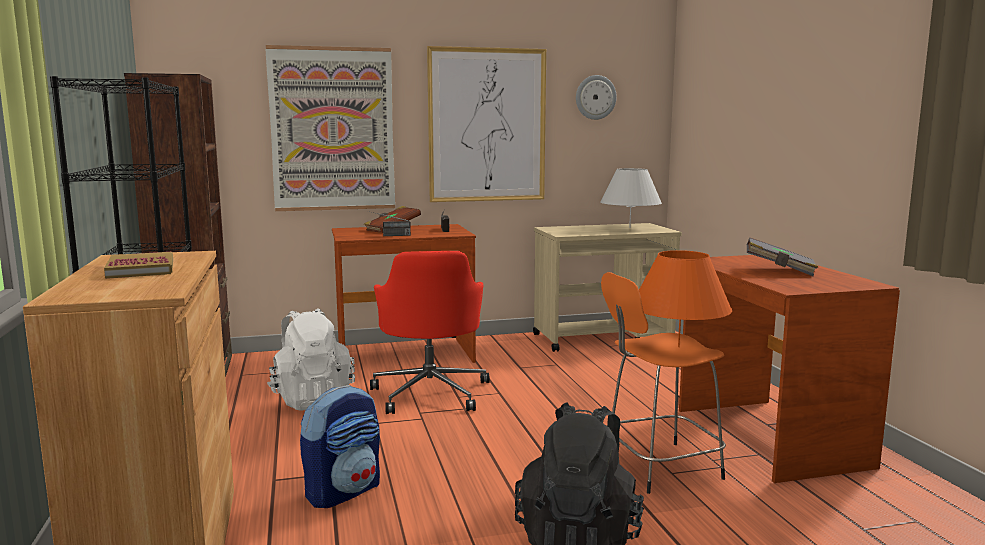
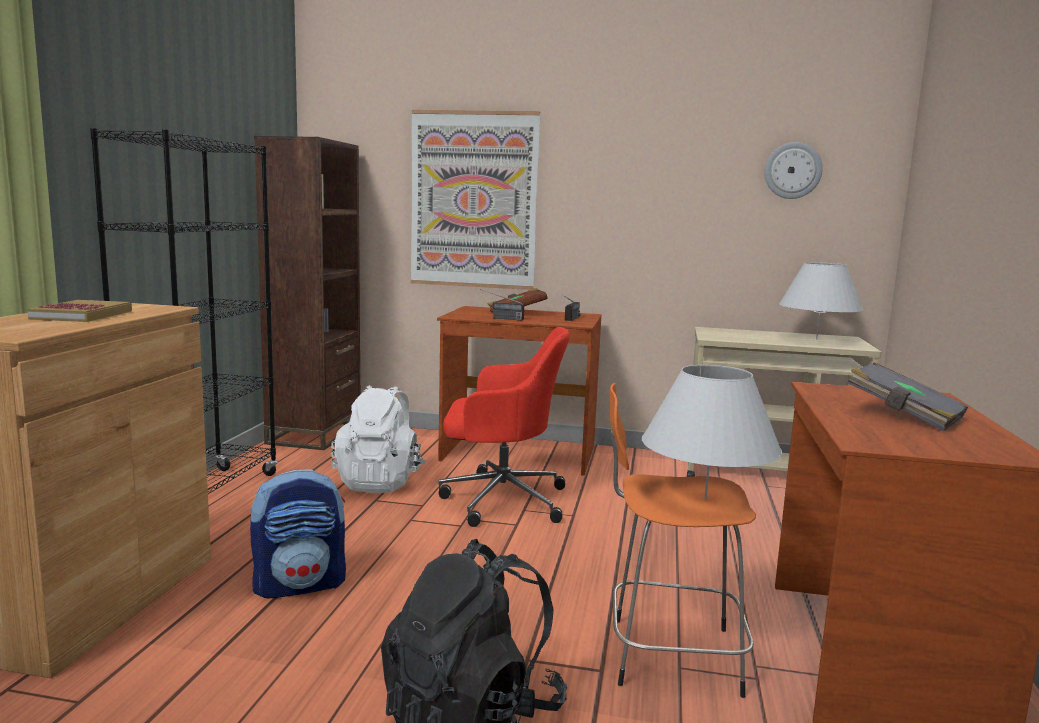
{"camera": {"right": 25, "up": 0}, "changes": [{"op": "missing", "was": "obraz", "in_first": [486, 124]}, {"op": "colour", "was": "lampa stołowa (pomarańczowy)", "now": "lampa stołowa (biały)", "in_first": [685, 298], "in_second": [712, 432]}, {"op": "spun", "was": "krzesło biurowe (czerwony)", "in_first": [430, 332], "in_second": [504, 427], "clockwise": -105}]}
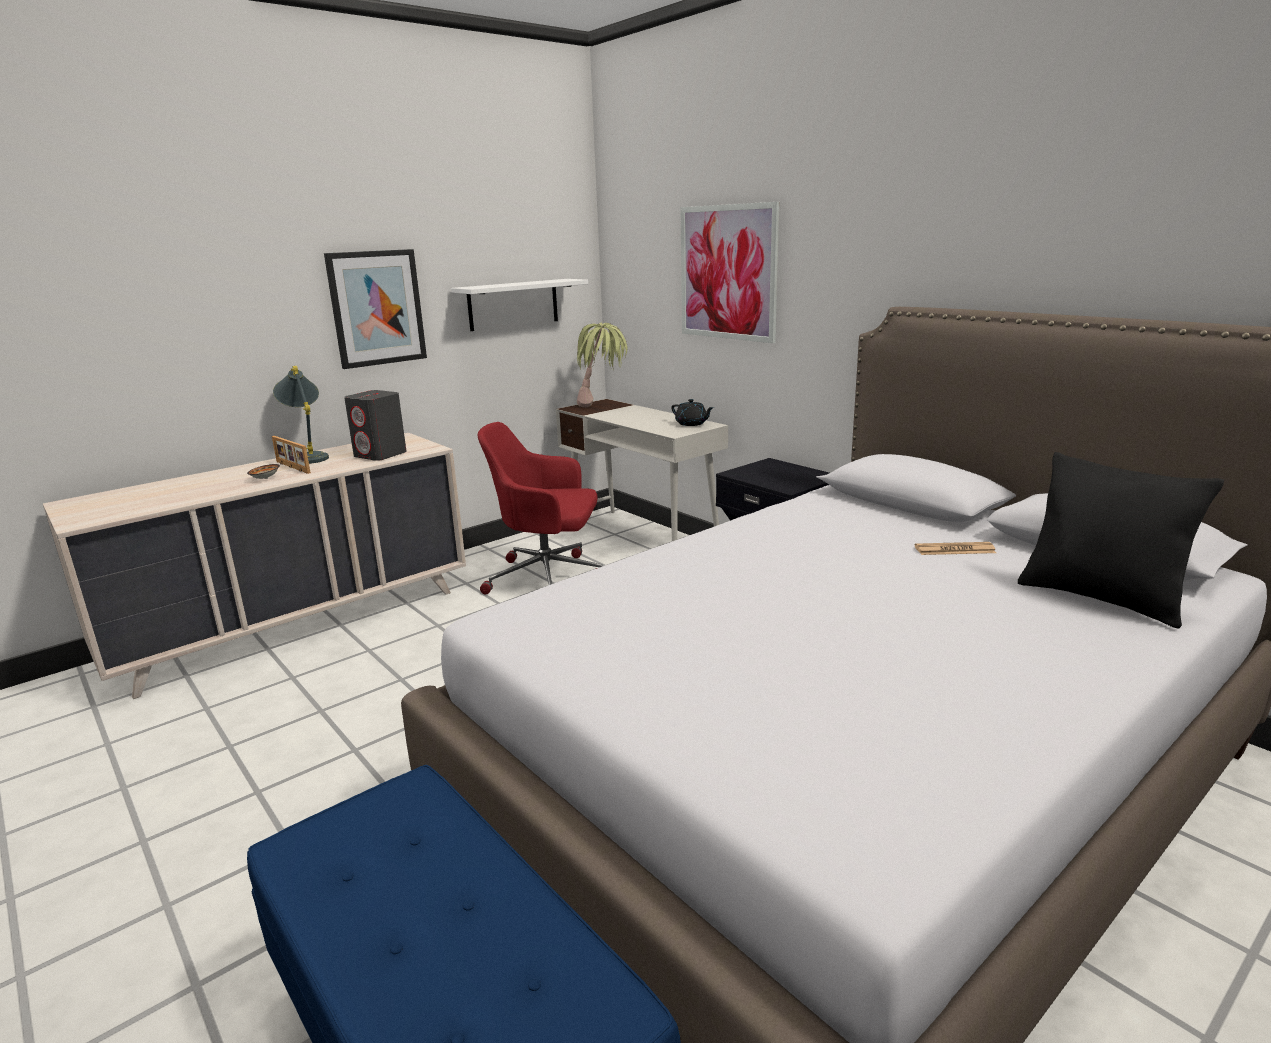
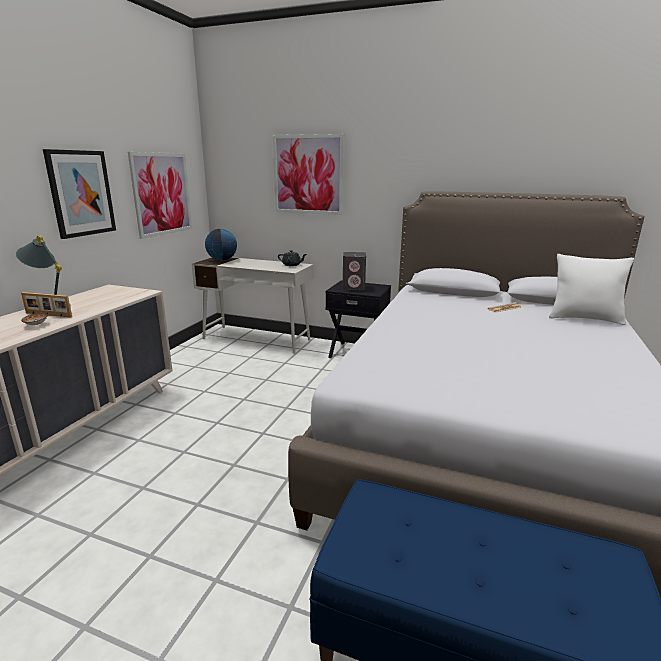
{"camera": {"right": -30, "up": 0}, "changes": [{"op": "missing", "was": "krzesło biurowe (czerwony)", "in_first": [540, 508]}, {"op": "relocated", "was": "głośnik (szary)", "in_first": [375, 425], "in_second": [354, 271]}, {"op": "exchanged", "was": "półka (biały)", "now": "obraz", "in_first": [519, 305], "in_second": [160, 195]}, {"op": "exchanged", "was": "roślina doniczkowa", "now": "globus", "in_first": [602, 365], "in_second": [221, 245]}, {"op": "colour", "was": "poduszka (czarny)", "now": "poduszka (biały)", "in_first": [1121, 540], "in_second": [591, 289]}]}
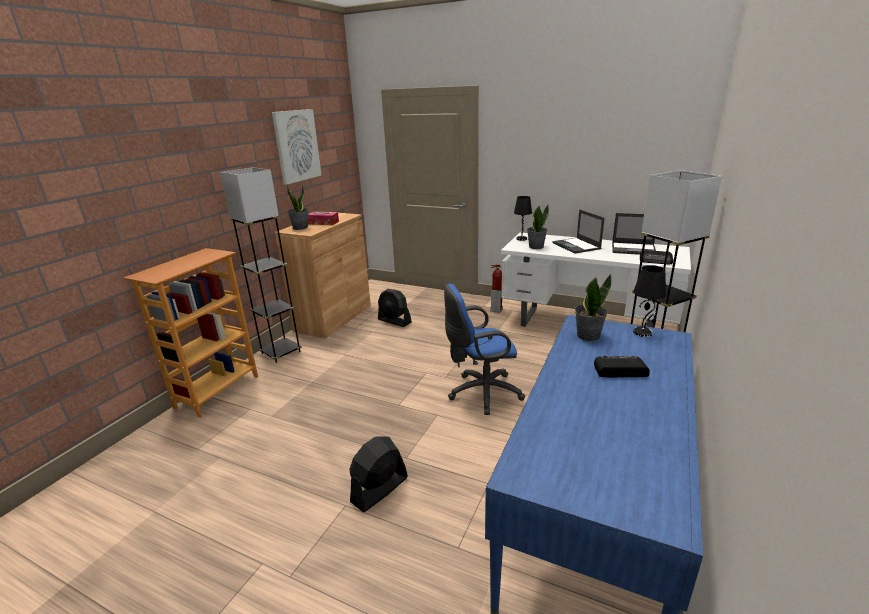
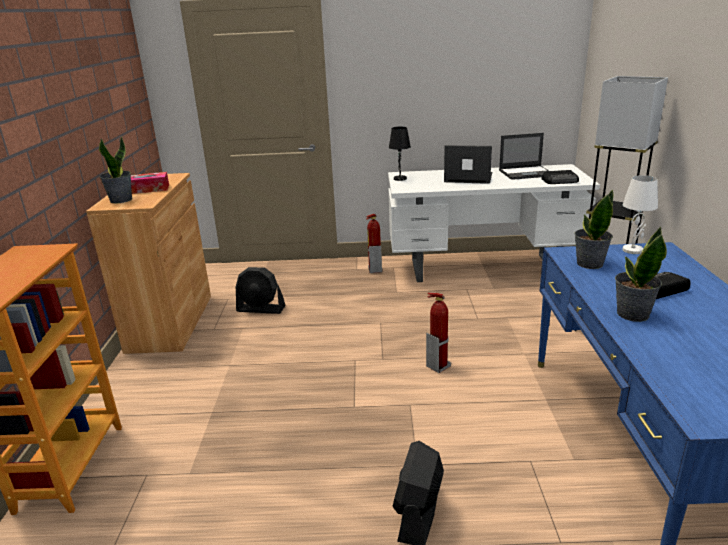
{"camera": {"right": -25, "up": 0}, "changes": [{"op": "missing", "was": "lampa stojąca (szary)", "in_first": [261, 265]}, {"op": "missing", "was": "obraz", "in_first": [297, 147]}, {"op": "relocated", "was": "roślina doniczkowa", "in_first": [538, 227], "in_second": [641, 274]}, {"op": "exchanged", "was": "krzesło biurowe (niebieski)", "now": "gaśnica", "in_first": [484, 349], "in_second": [438, 332]}, {"op": "colour", "was": "lampa stołowa (czarny)", "now": "lampa stołowa (biały)", "in_first": [649, 301], "in_second": [640, 214]}, {"op": "spun", "was": "laptop", "in_first": [579, 231], "in_second": [468, 164], "clockwise": 150}]}
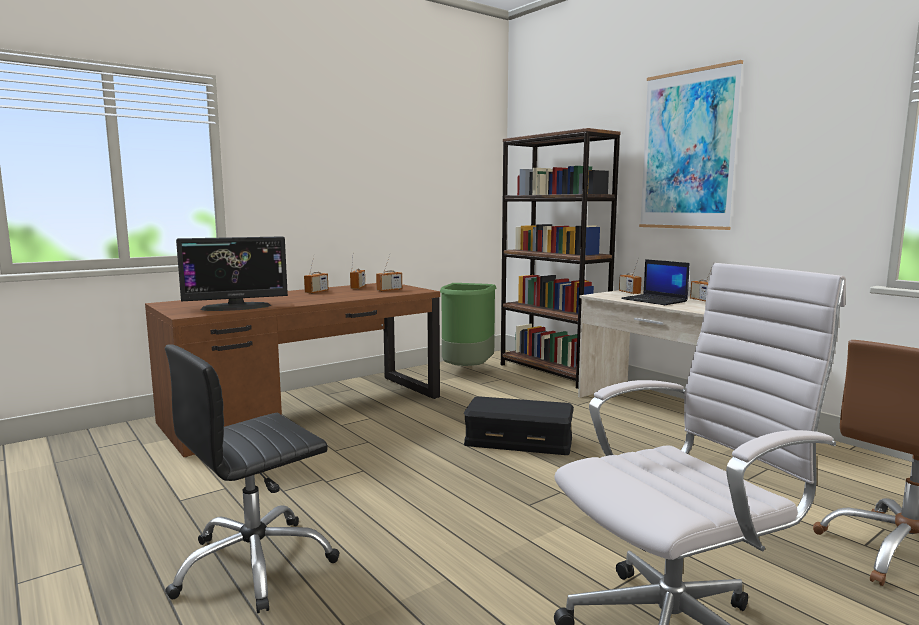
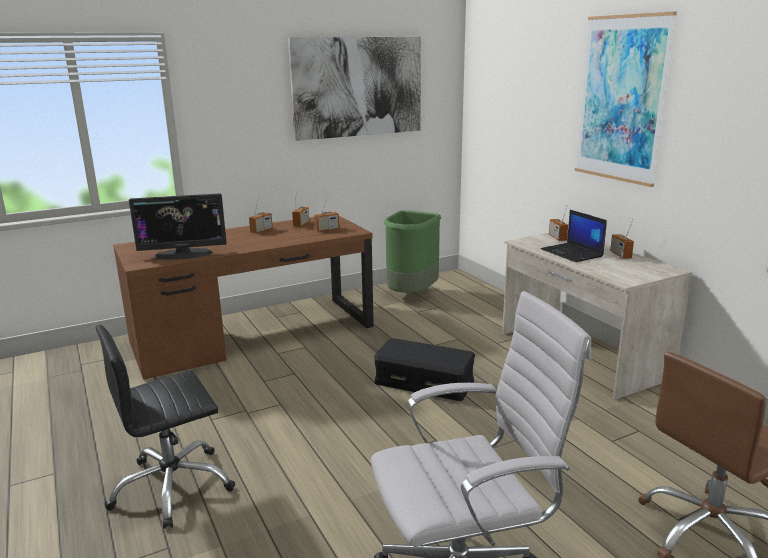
{"camera": {"right": 10, "up": 10}, "changes": [{"op": "missing", "was": "regał (brązowy)", "in_first": [561, 258]}, {"op": "appeared", "now": "obraz", "in_second": [354, 89]}]}
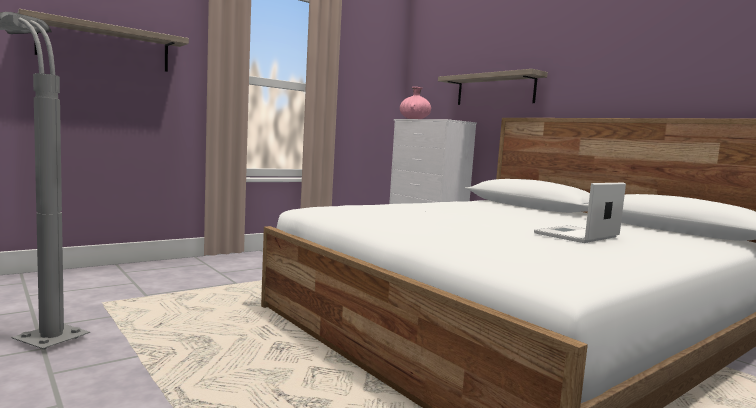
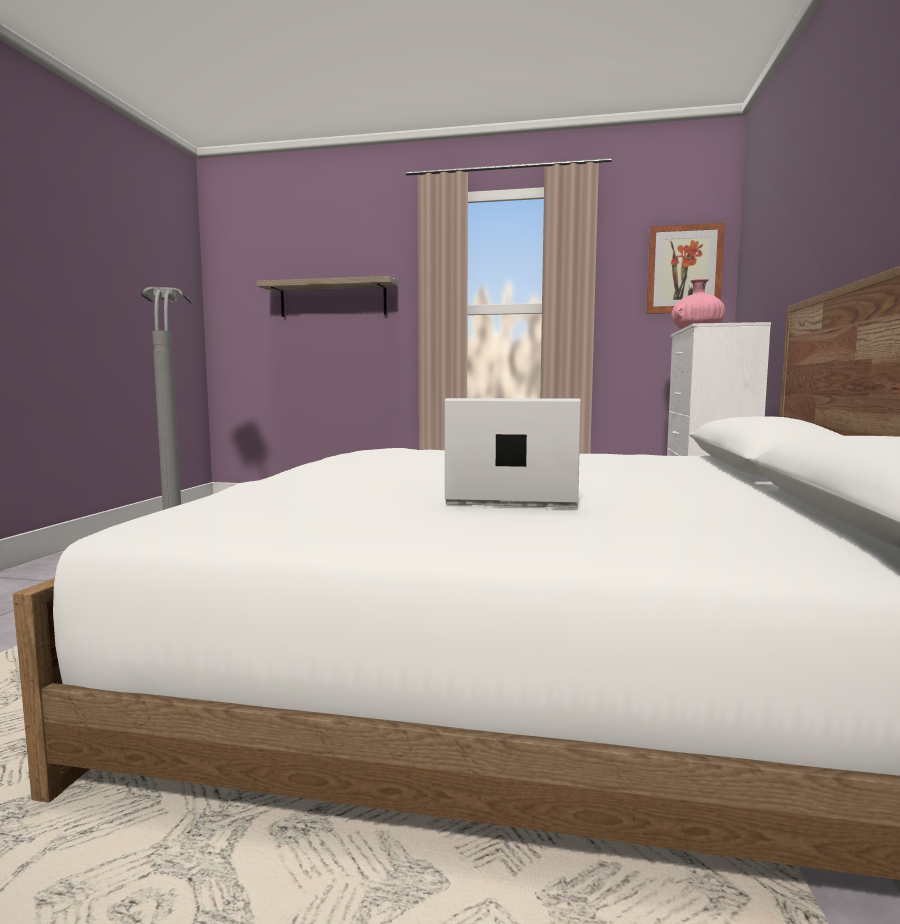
{"camera": {"right": 50, "up": 0}, "changes": [{"op": "missing", "was": "półka", "in_first": [493, 87]}, {"op": "appeared", "now": "obraz", "in_second": [685, 268]}]}
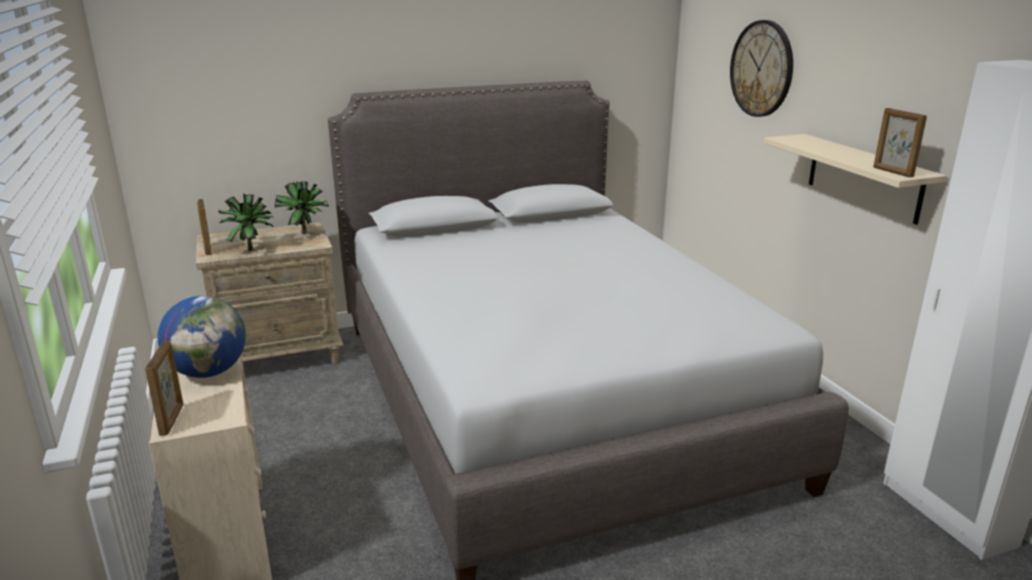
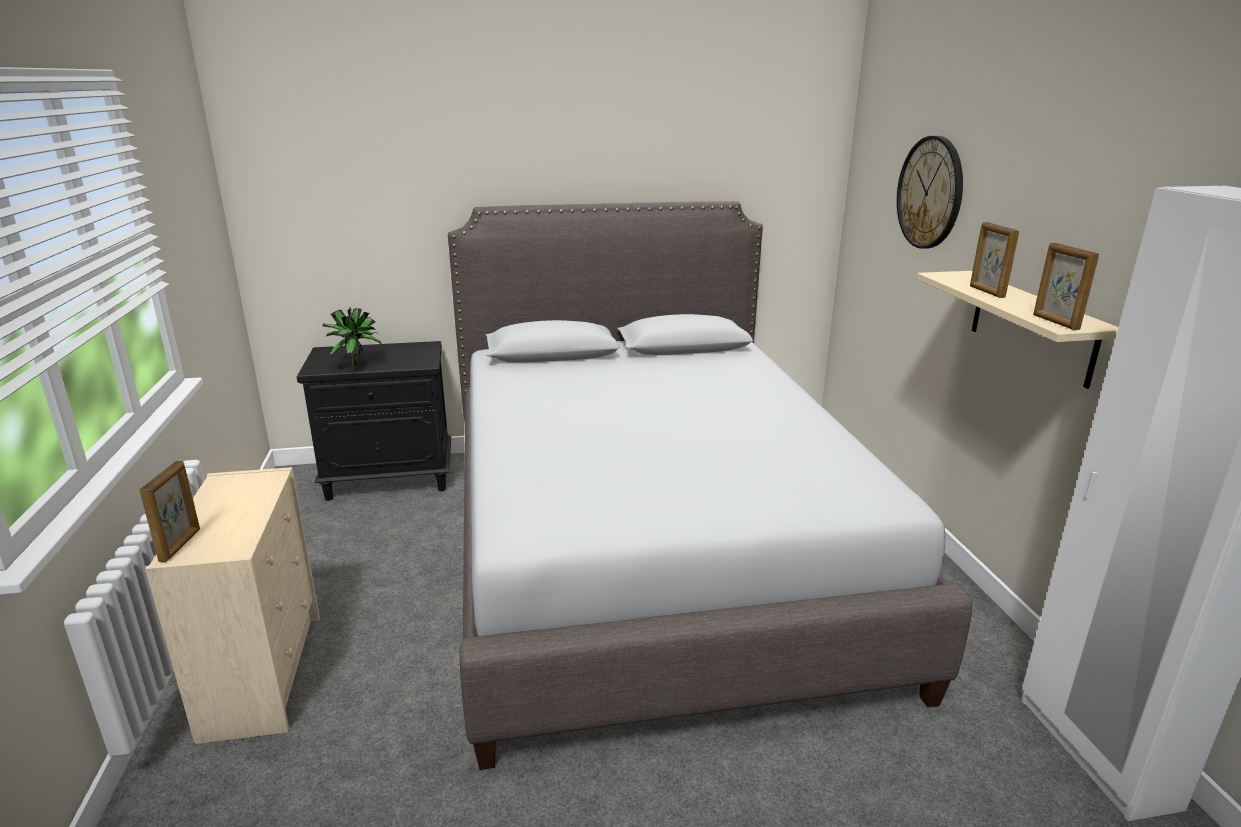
{"camera": {"right": 10, "up": 0}, "changes": [{"op": "missing", "was": "globus", "in_first": [201, 337]}, {"op": "missing", "was": "roślina doniczkowa", "in_first": [302, 207]}, {"op": "relocated", "was": "ramka na zdjęcie", "in_first": [204, 227], "in_second": [994, 260]}, {"op": "colour", "was": "szafka nocna (beżowy)", "now": "szafka nocna (czarny)", "in_first": [270, 293], "in_second": [374, 421]}]}
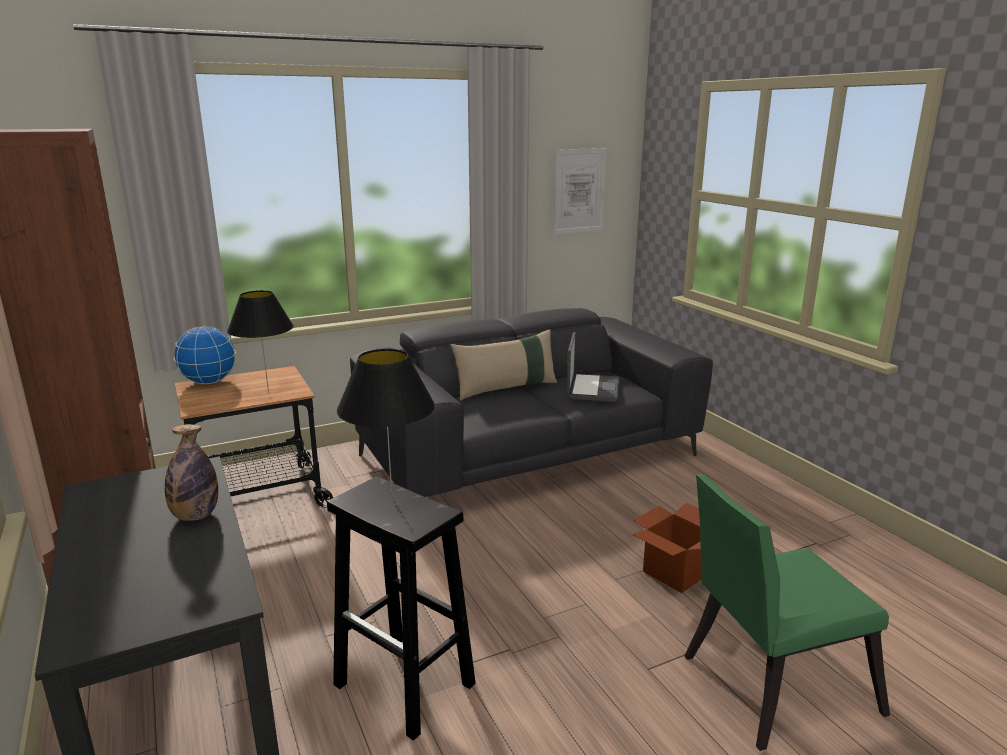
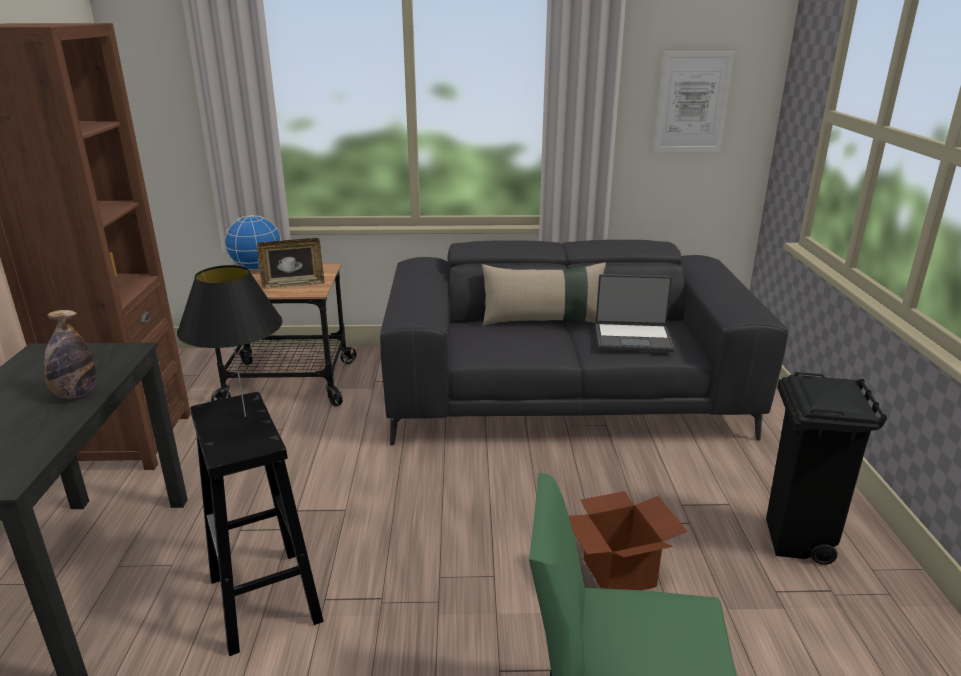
{"camera": {"right": 25, "up": 5}, "changes": [{"op": "appeared", "now": "kosz na śmieci (czarny)", "in_second": [826, 468]}, {"op": "exchanged", "was": "lampa stołowa (czarny)", "now": "ramka na zdjęcie", "in_first": [260, 340], "in_second": [290, 263]}, {"op": "spun", "was": "laptop", "in_first": [593, 367], "in_second": [634, 313], "clockwise": 60}]}
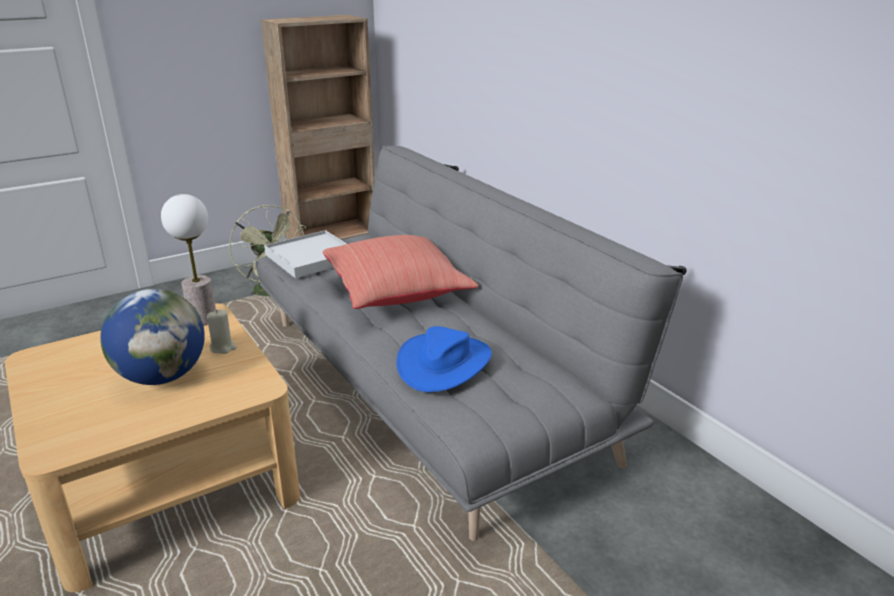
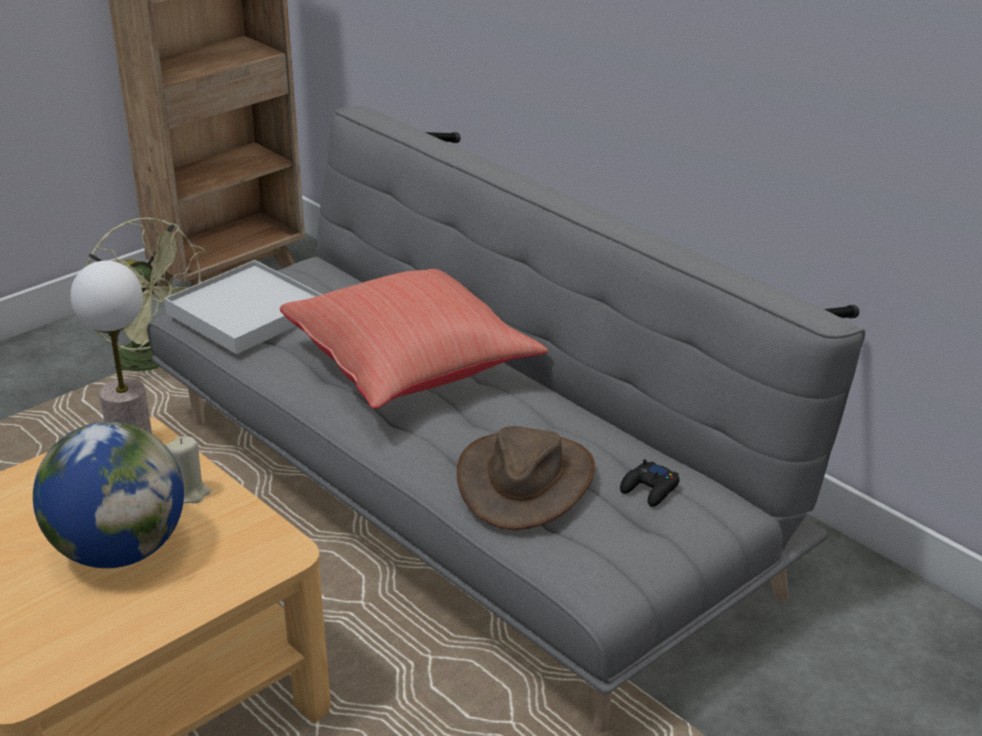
{"camera": {"right": -10, "up": 5}, "changes": [{"op": "appeared", "now": "pad do gier (czarny)", "in_second": [650, 483]}, {"op": "colour", "was": "kapelusz (niebieski)", "now": "kapelusz (brązowy)", "in_first": [444, 359], "in_second": [526, 478]}]}
